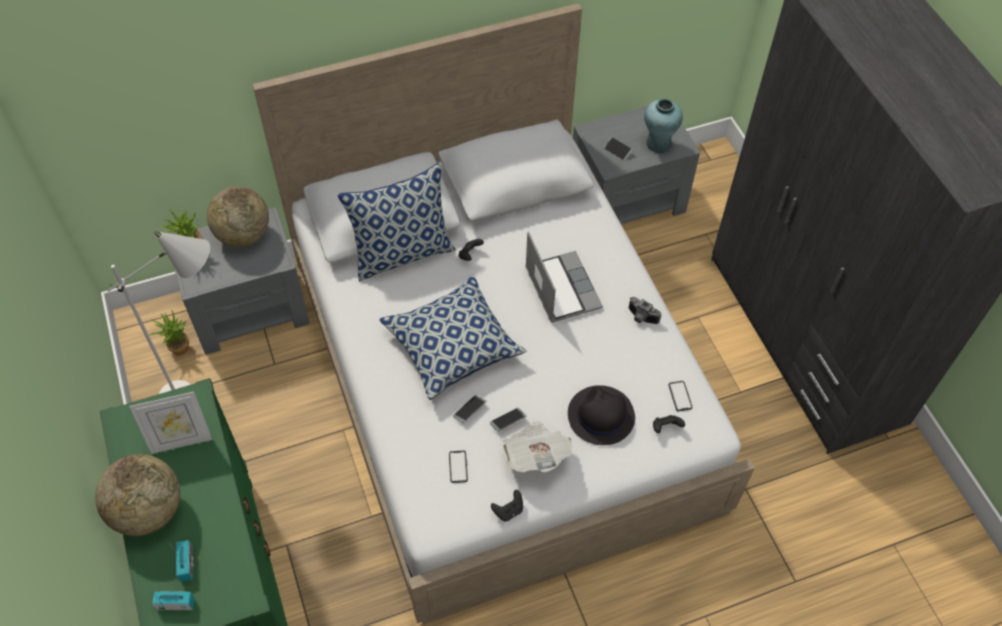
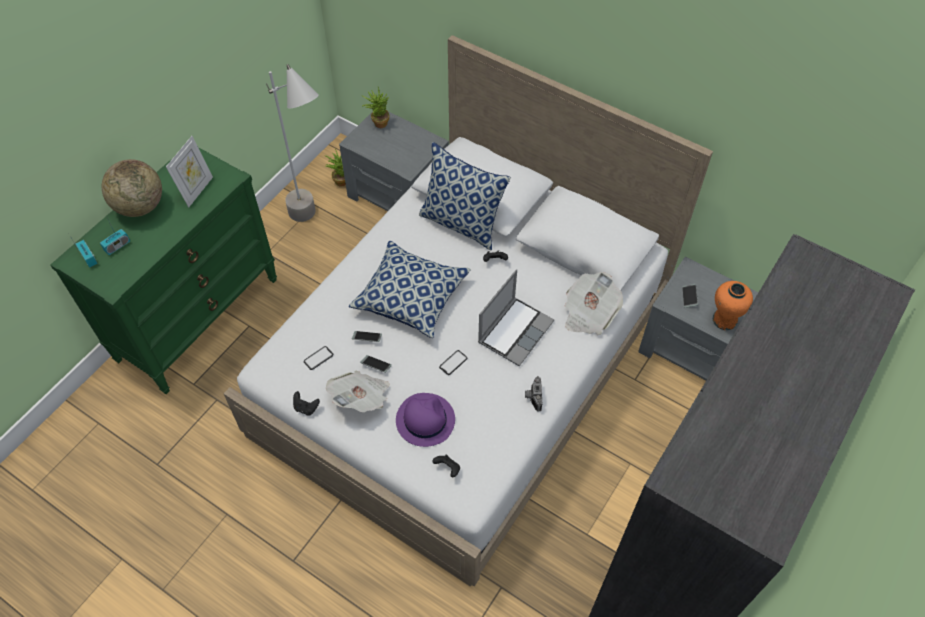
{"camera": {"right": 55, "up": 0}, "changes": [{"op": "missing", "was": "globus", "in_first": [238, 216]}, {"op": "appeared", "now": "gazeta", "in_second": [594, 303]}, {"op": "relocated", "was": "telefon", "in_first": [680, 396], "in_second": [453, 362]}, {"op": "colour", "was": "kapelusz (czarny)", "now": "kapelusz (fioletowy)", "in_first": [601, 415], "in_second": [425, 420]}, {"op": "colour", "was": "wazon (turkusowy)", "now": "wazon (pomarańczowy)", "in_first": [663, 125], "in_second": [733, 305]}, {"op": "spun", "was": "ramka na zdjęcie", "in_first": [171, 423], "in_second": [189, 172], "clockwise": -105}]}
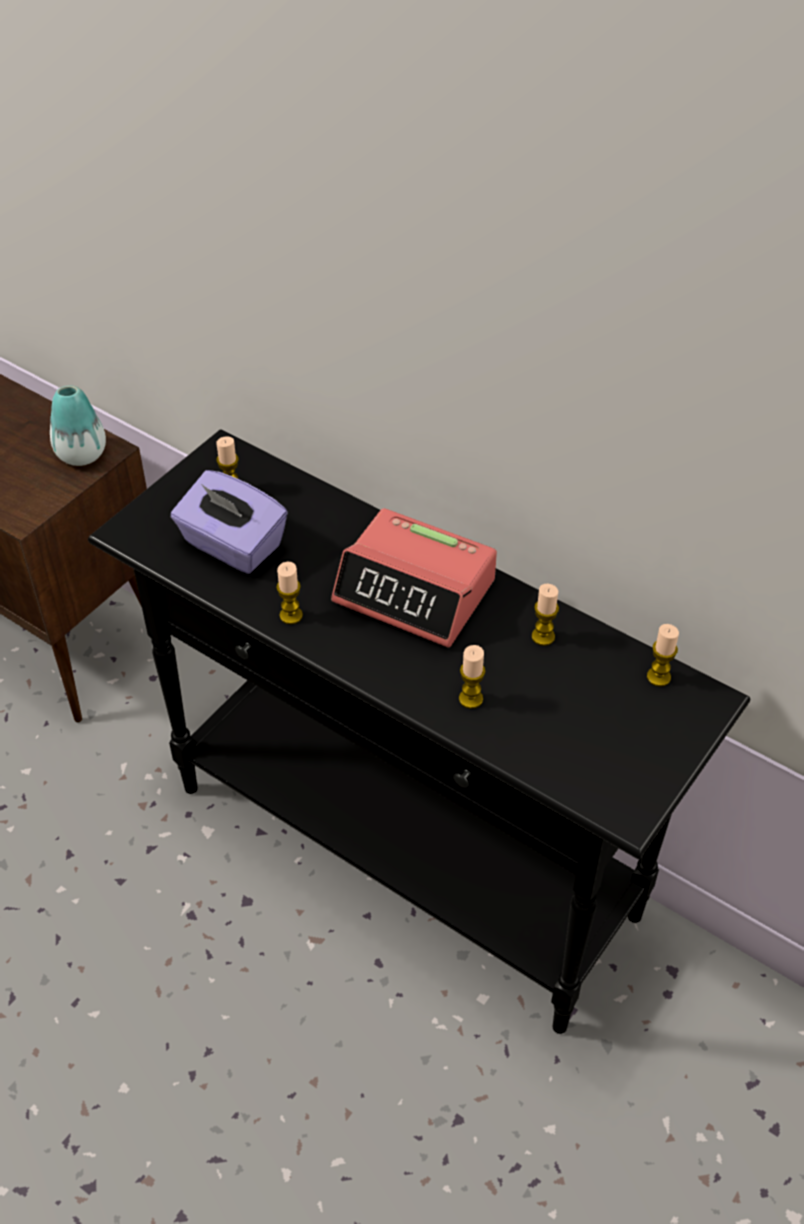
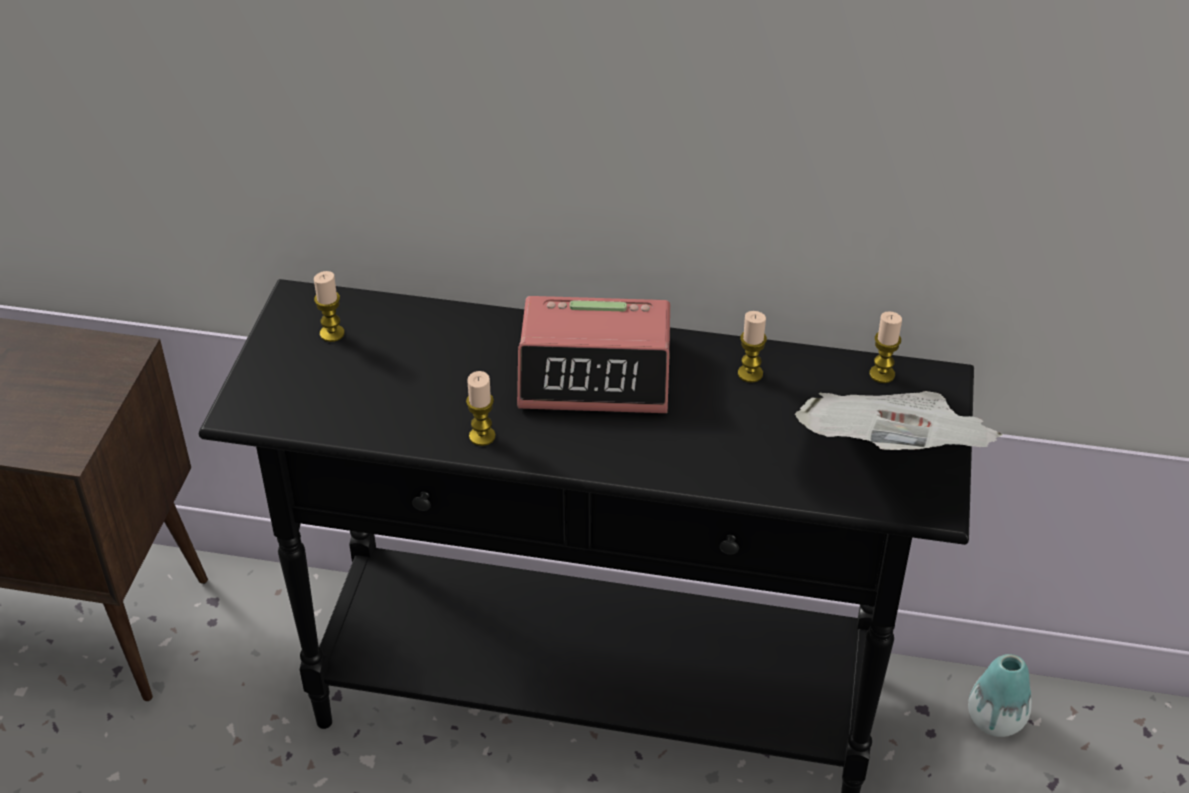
{"camera": {"right": -25, "up": -5}, "changes": [{"op": "missing", "was": "pudełko chusteczek (fioletowy)", "in_first": [229, 522]}, {"op": "missing", "was": "świeca", "in_first": [472, 677]}, {"op": "appeared", "now": "gazeta", "in_second": [899, 420]}, {"op": "relocated", "was": "wazon", "in_first": [78, 425], "in_second": [1000, 695]}]}
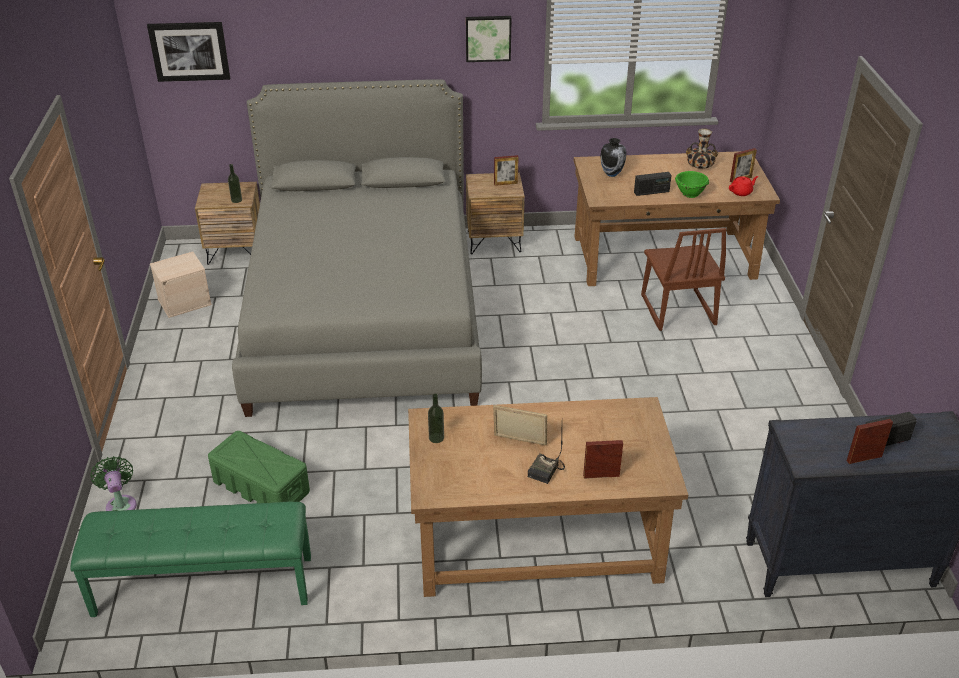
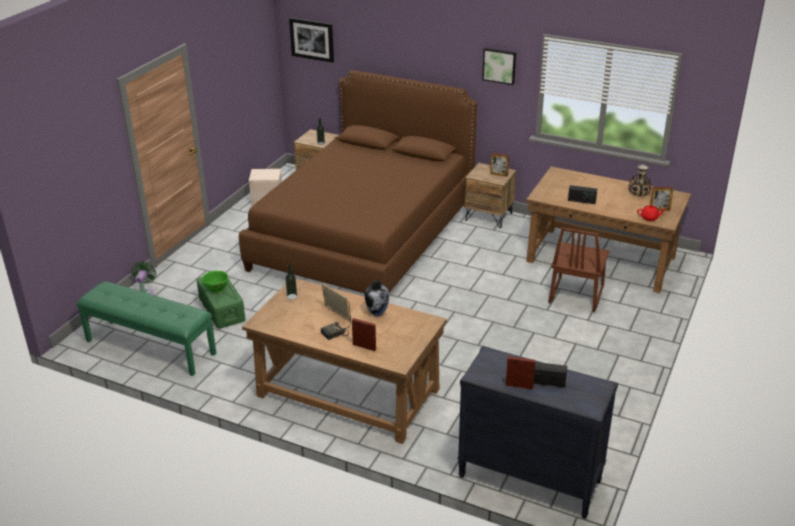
{"camera": {"right": 30, "up": -5}, "changes": [{"op": "relocated", "was": "wazon", "in_first": [613, 157], "in_second": [377, 298]}, {"op": "relocated", "was": "miska (zielony)", "in_first": [692, 184], "in_second": [215, 282]}, {"op": "colour", "was": "łóżko (szary)", "now": "łóżko (brązowy)", "in_first": [357, 248], "in_second": [358, 181]}]}
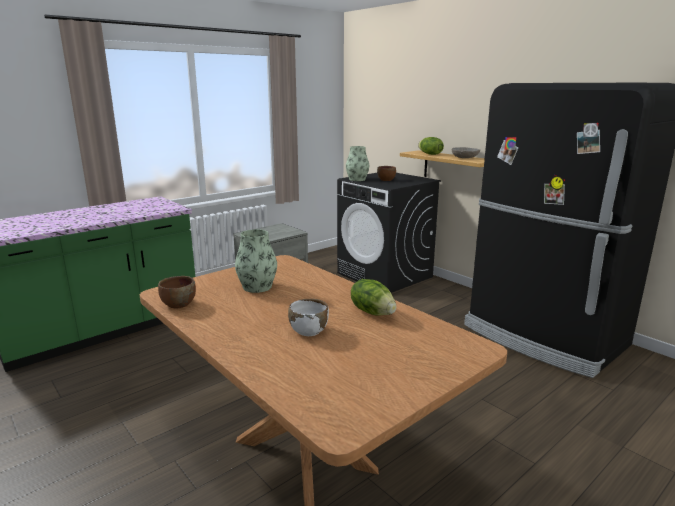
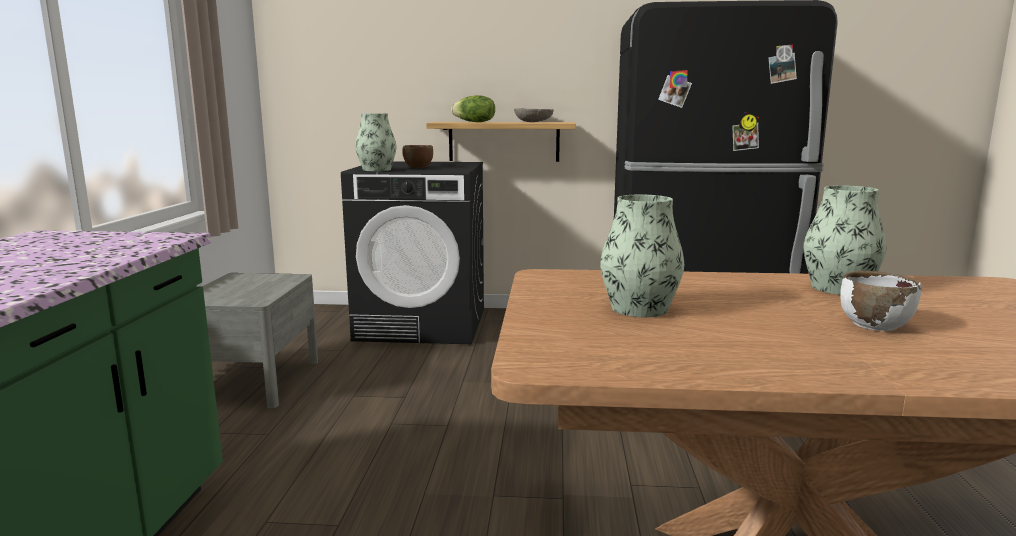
{"camera": {"right": -45, "up": -5}, "changes": [{"op": "missing", "was": "miska (brązowy)", "in_first": [177, 292]}, {"op": "exchanged", "was": "sałata", "now": "wazon", "in_first": [373, 297], "in_second": [845, 240]}]}
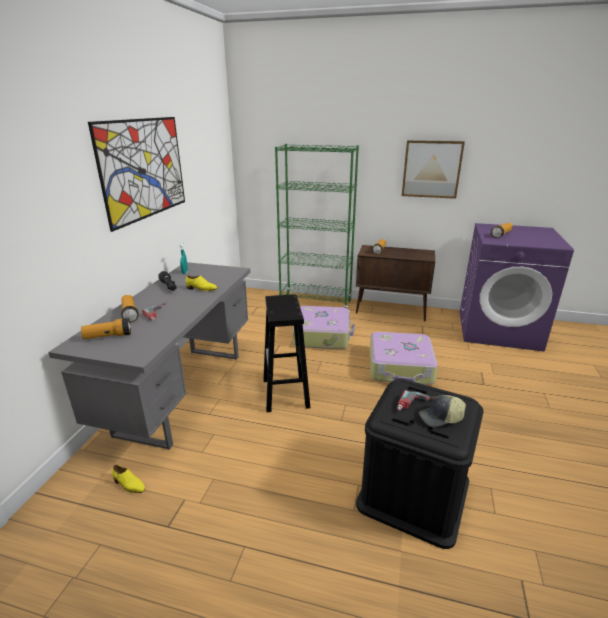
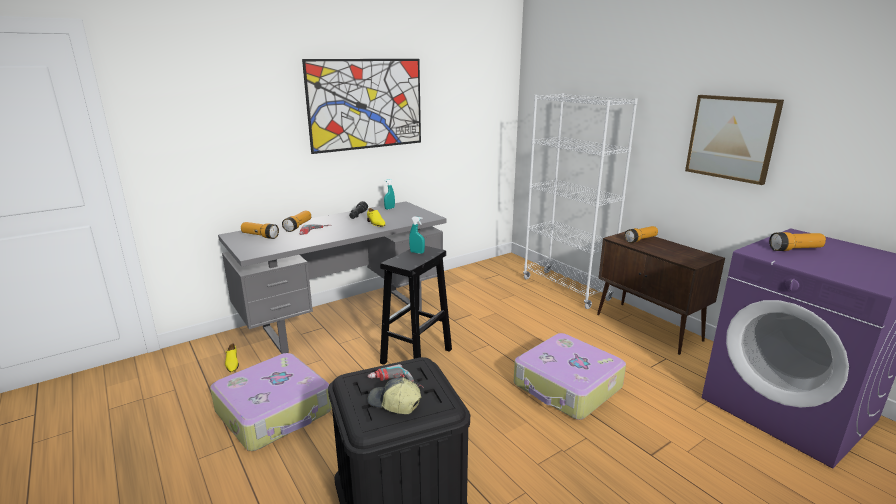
{"camera": {"right": 40, "up": -5}, "changes": [{"op": "appeared", "now": "spryskiwacz (turkusowy)", "in_second": [417, 235]}, {"op": "relocated", "was": "walizka", "in_first": [324, 327], "in_second": [271, 402]}, {"op": "colour", "was": "regał (zielony)", "now": "regał (biały)", "in_first": [317, 226], "in_second": [580, 201]}]}
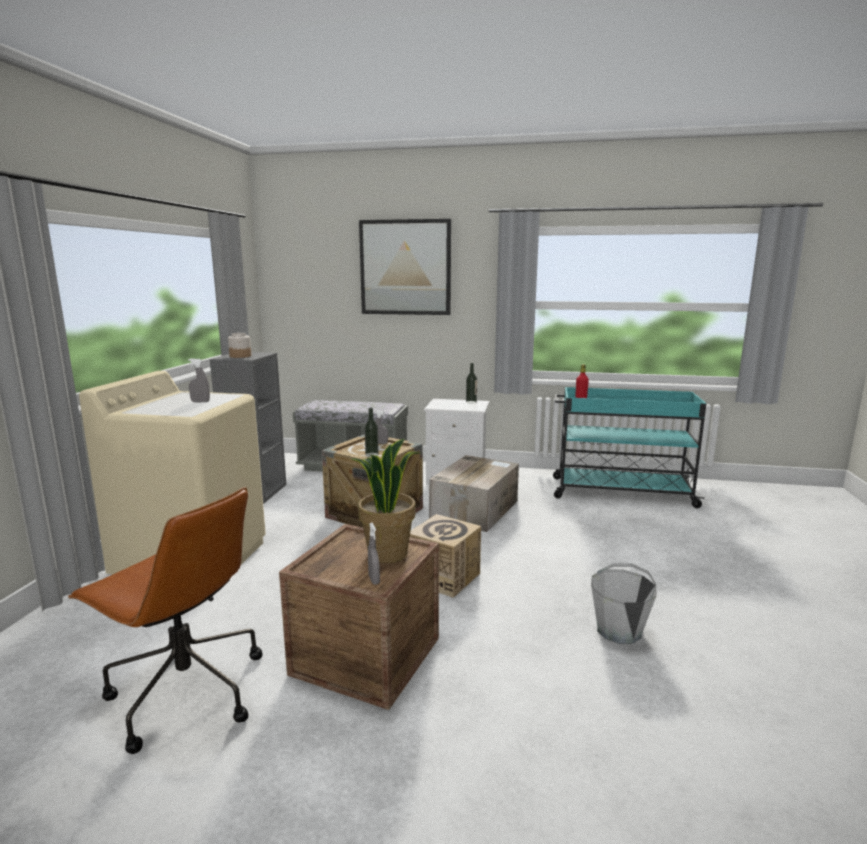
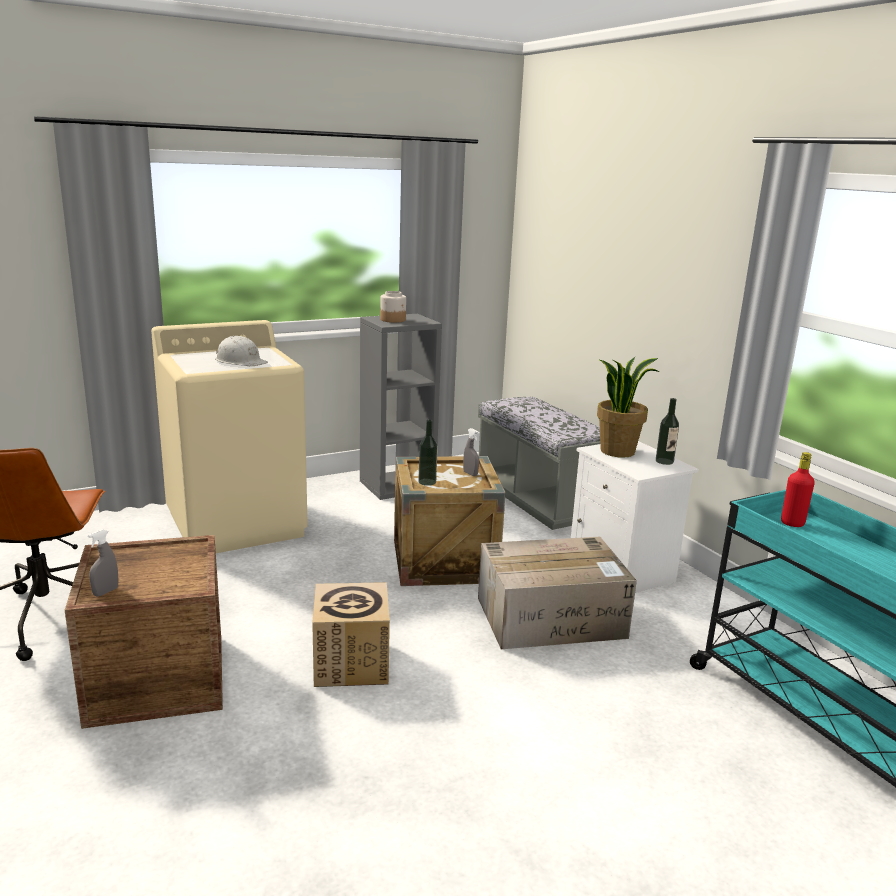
{"camera": {"right": 50, "up": 5}, "changes": [{"op": "missing", "was": "obraz", "in_first": [405, 267]}, {"op": "missing", "was": "wiadro (szary)", "in_first": [624, 604]}, {"op": "relocated", "was": "roślina doniczkowa", "in_first": [385, 501], "in_second": [628, 407]}, {"op": "exchanged", "was": "spryskiwacz (szary)", "now": "kask (biały)", "in_first": [199, 380], "in_second": [241, 351]}]}
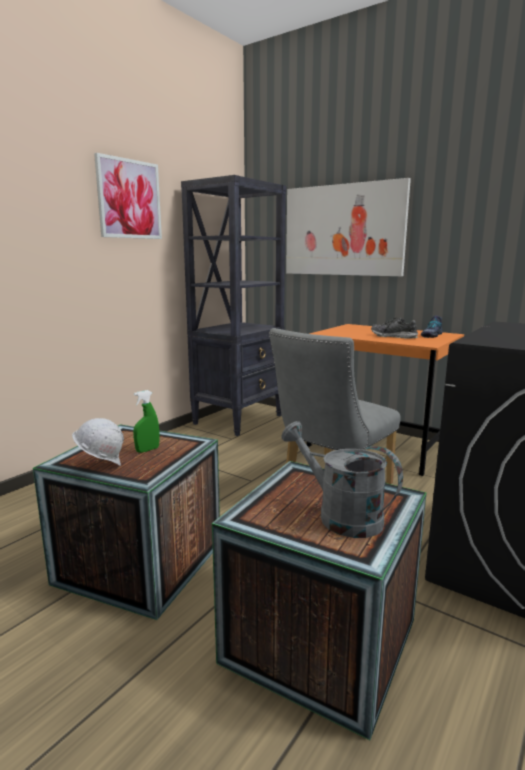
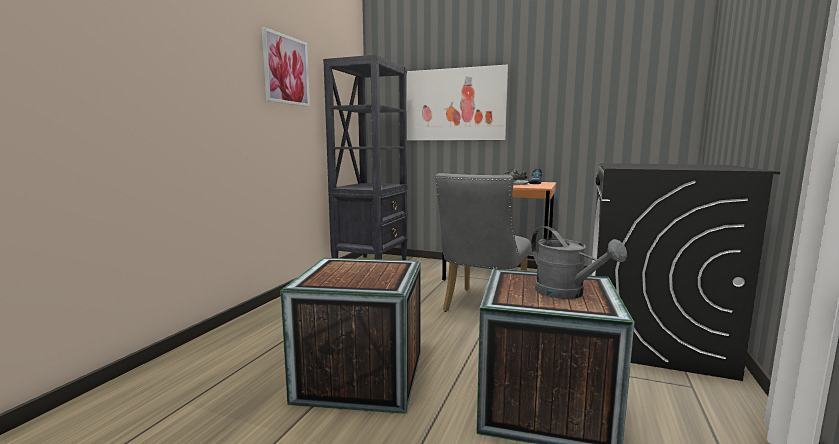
{"camera": {"right": -15, "up": -5}, "changes": [{"op": "missing", "was": "kask (biały)", "in_first": [98, 442]}, {"op": "missing", "was": "spryskiwacz (zielony)", "in_first": [146, 421]}, {"op": "spun", "was": "konewka (szary)", "in_first": [342, 479], "in_second": [579, 262], "clockwise": -150}]}
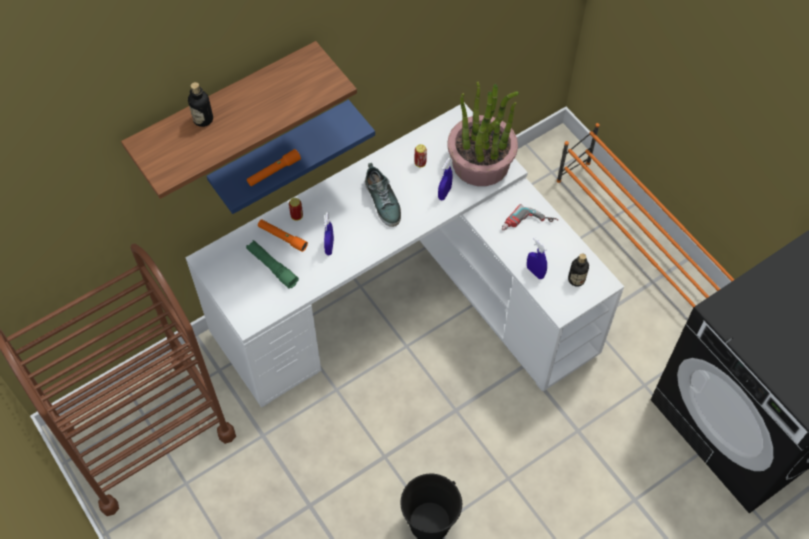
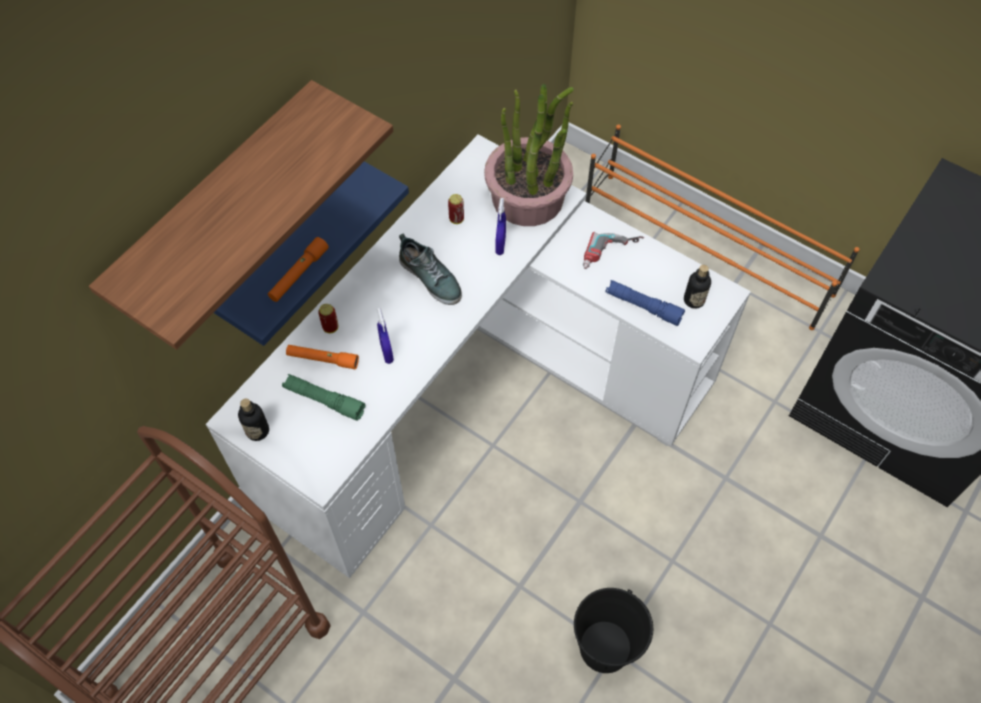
{"camera": {"right": -20, "up": 0}, "changes": [{"op": "relocated", "was": "butelka", "in_first": [200, 104], "in_second": [253, 420]}, {"op": "exchanged", "was": "spryskiwacz (niebieski)", "now": "latarka (niebieski)", "in_first": [537, 258], "in_second": [645, 303]}]}
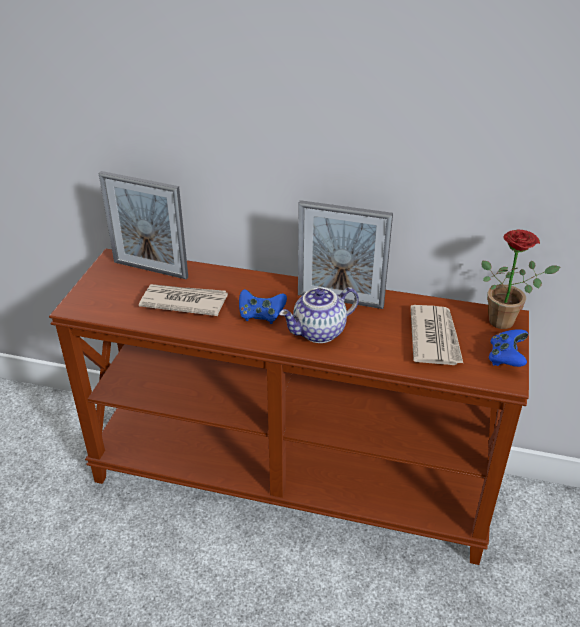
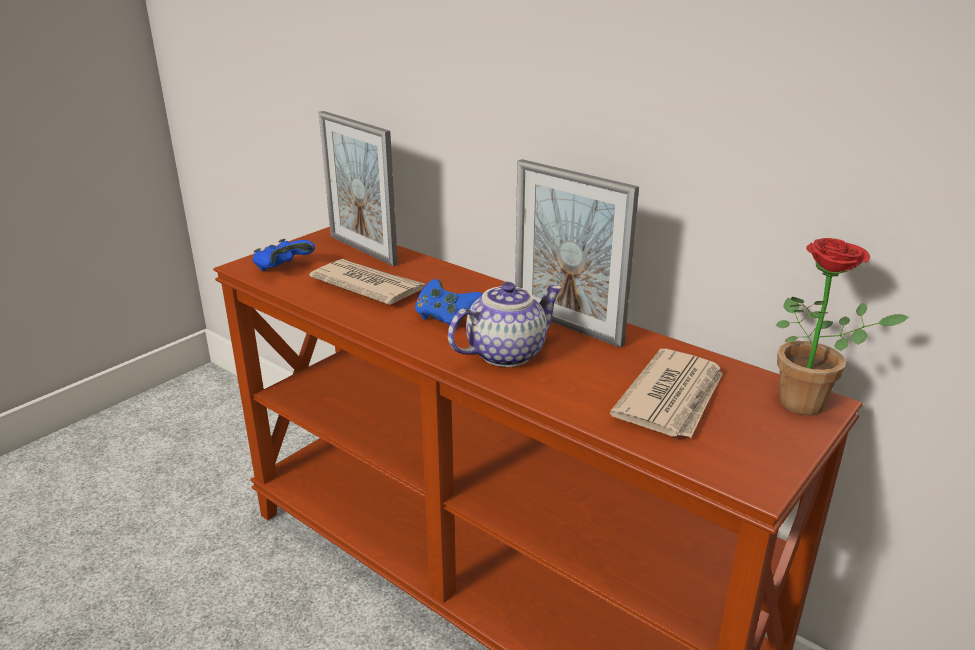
{"camera": {"right": 25, "up": -10}, "changes": [{"op": "relocated", "was": "pad do gier (niebieski)", "in_first": [508, 348], "in_second": [283, 255]}, {"op": "spun", "was": "imbryk", "in_first": [319, 315], "in_second": [505, 324], "clockwise": 150}]}
